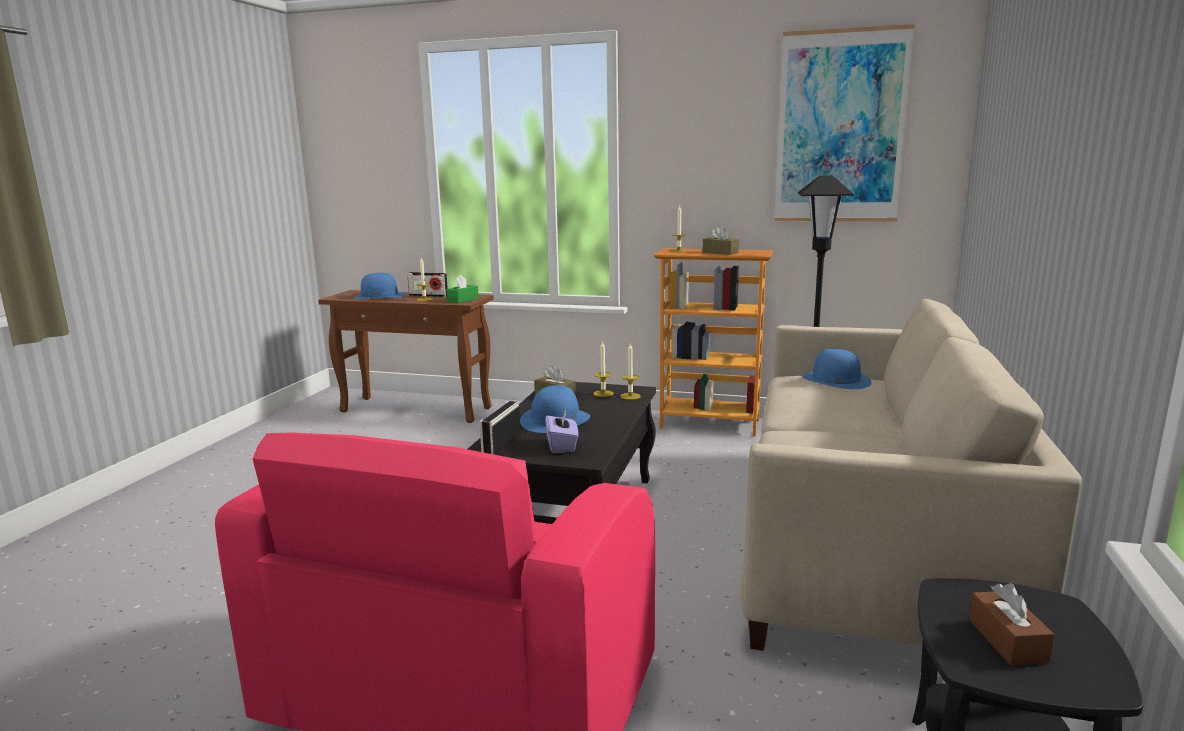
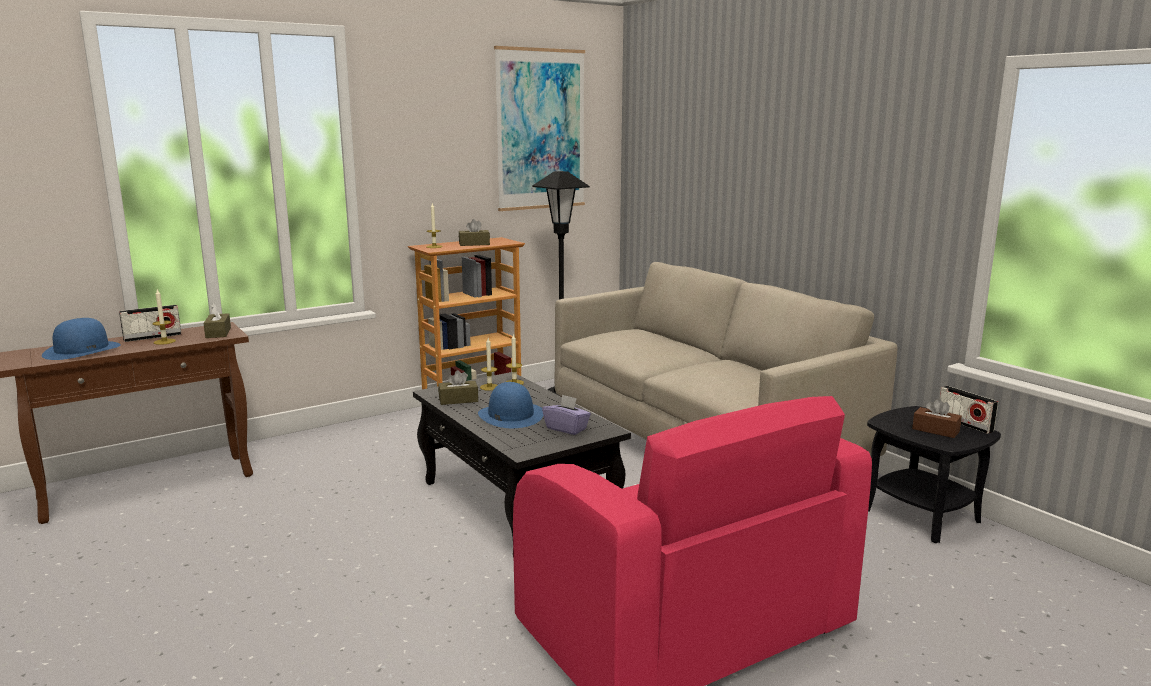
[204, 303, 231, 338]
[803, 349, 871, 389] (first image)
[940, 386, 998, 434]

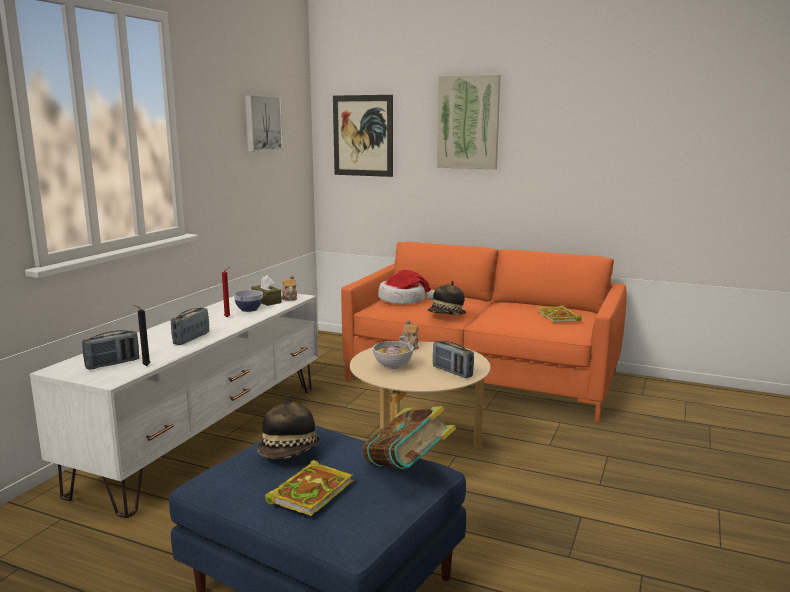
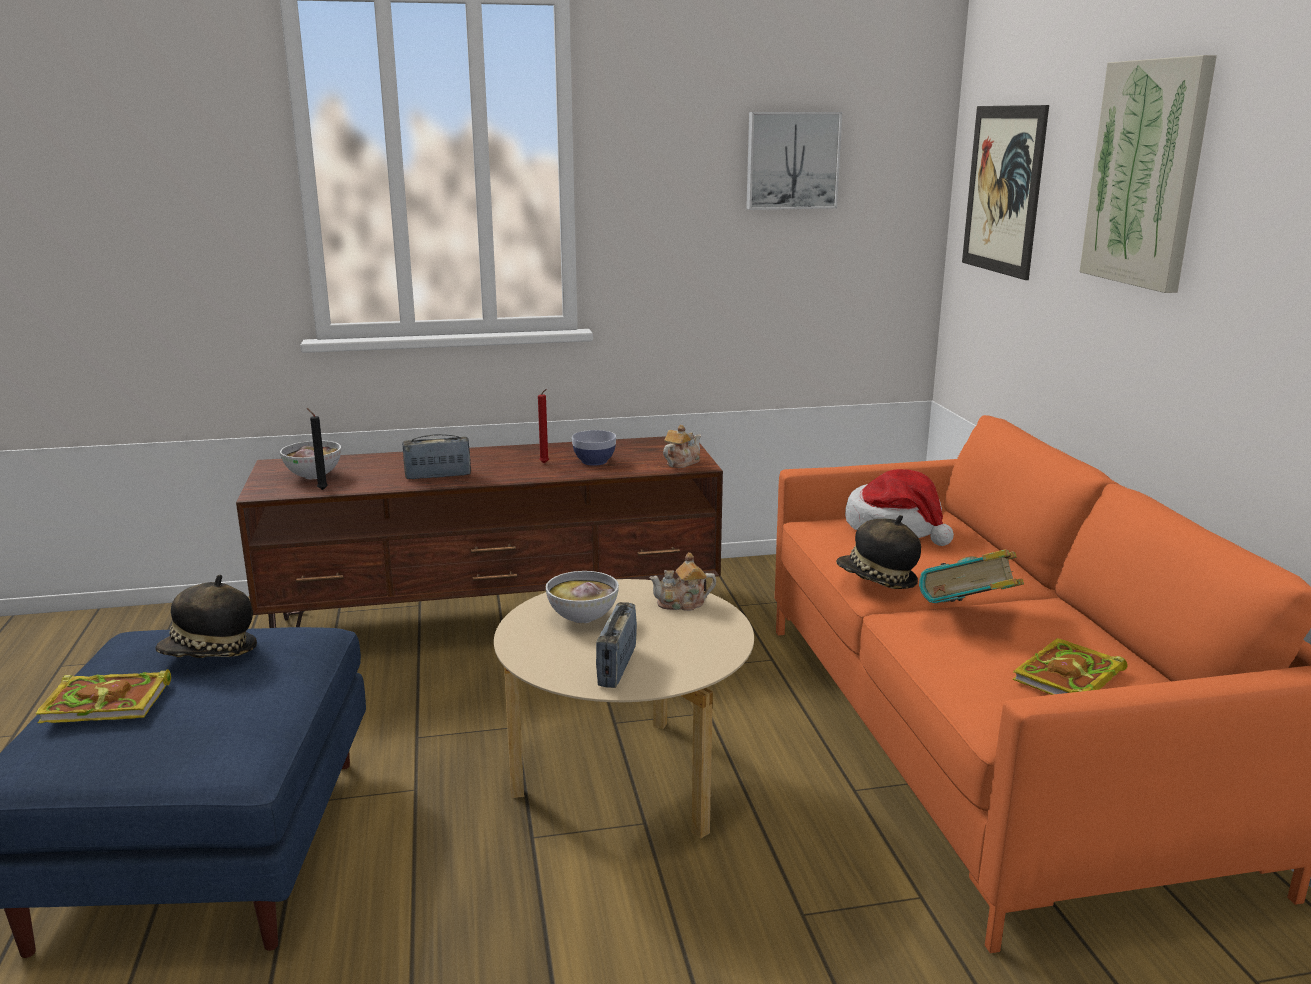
[251, 275, 282, 306] (first image)
[236, 435, 723, 628]
[280, 441, 341, 479]
[919, 549, 1024, 603]

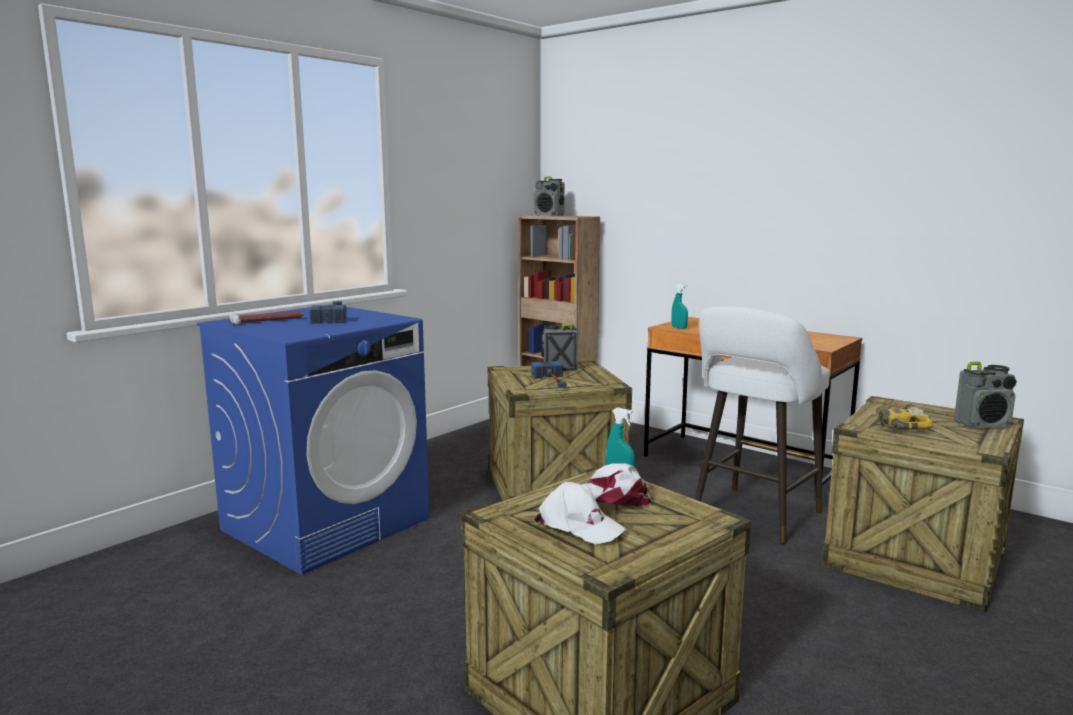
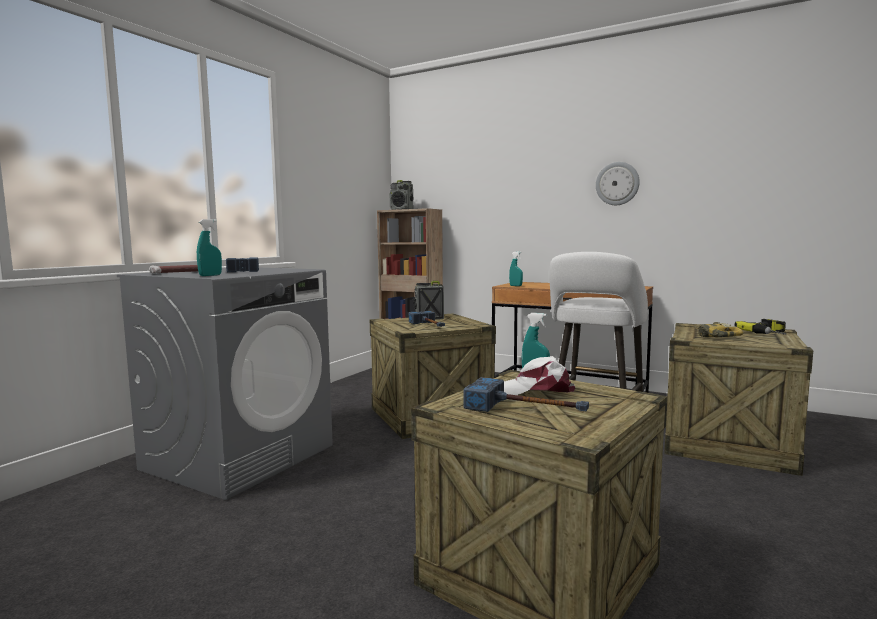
[117, 268, 333, 500]
[735, 319, 787, 335]
[463, 377, 589, 412]
[596, 162, 640, 205]
[197, 219, 222, 276]

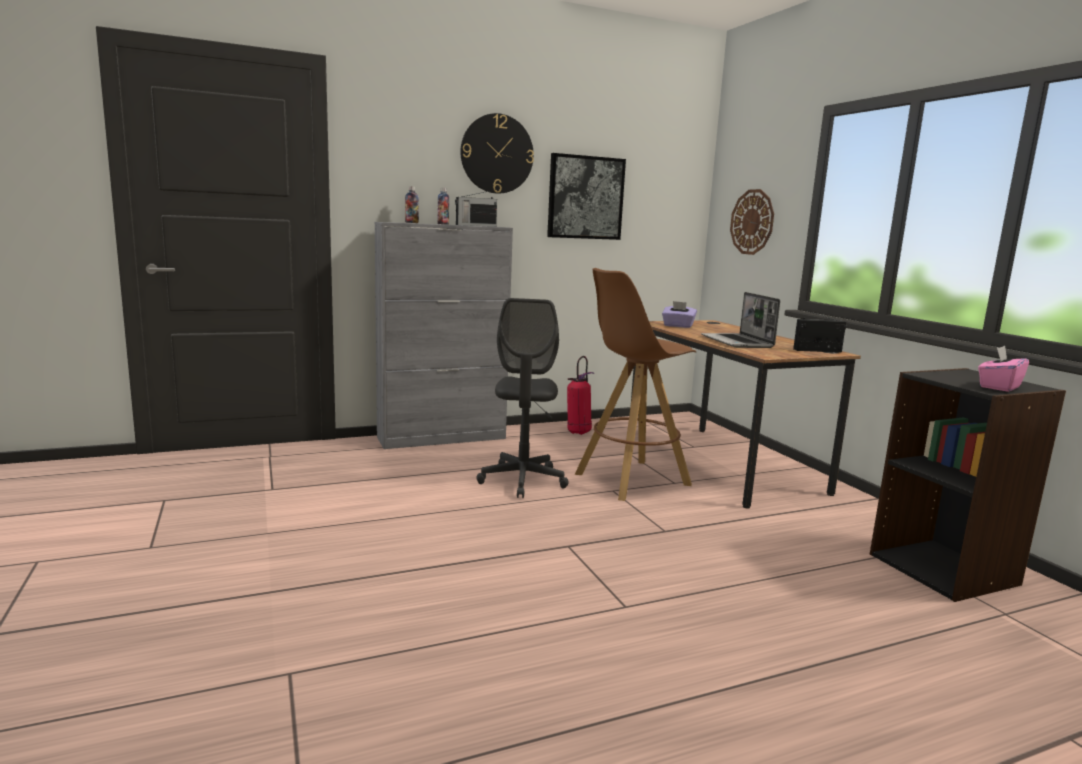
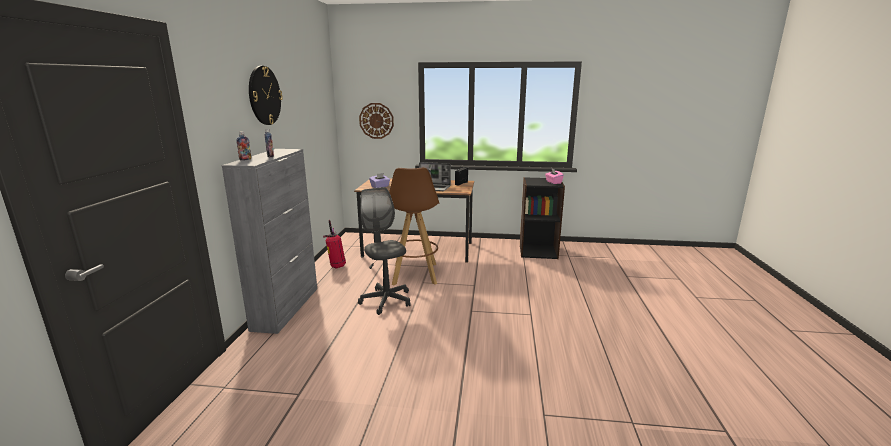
[547, 153, 626, 240] (first image)
[455, 191, 497, 227] (first image)
[358, 187, 411, 315]

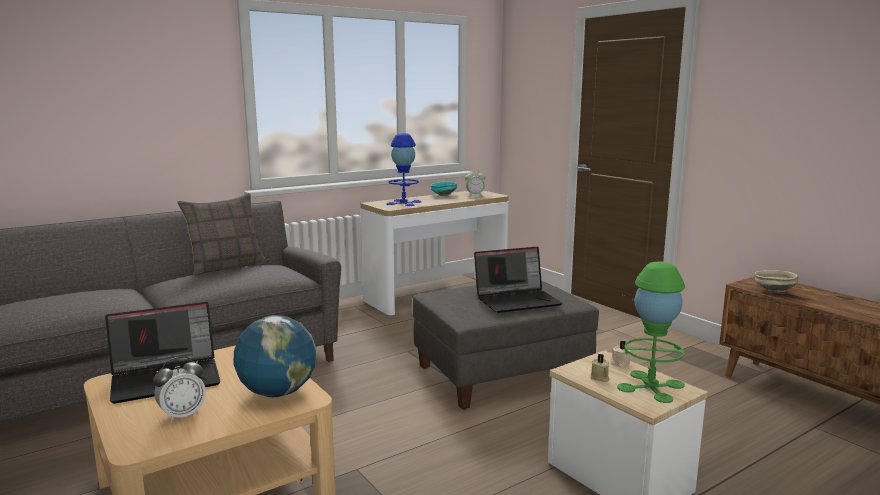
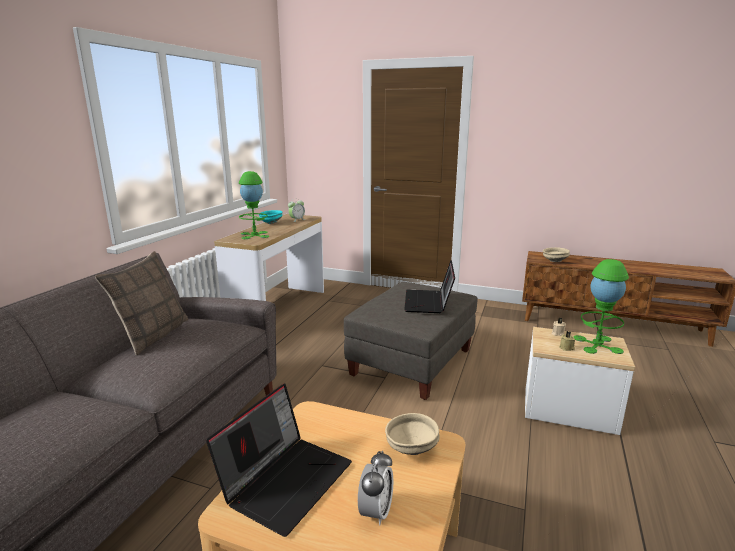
[239, 171, 269, 239]
[404, 260, 455, 313]
[385, 413, 440, 455]

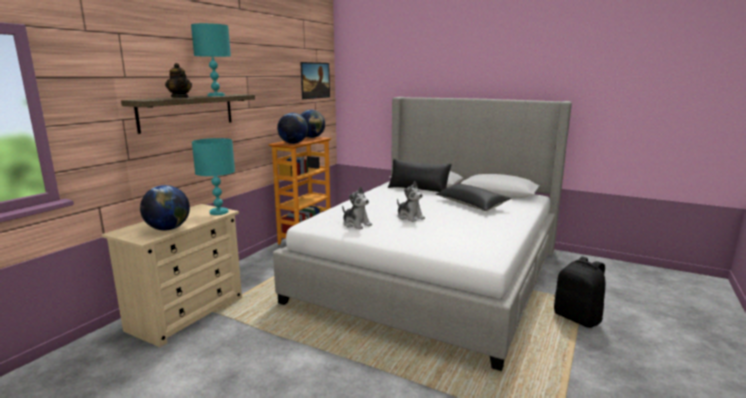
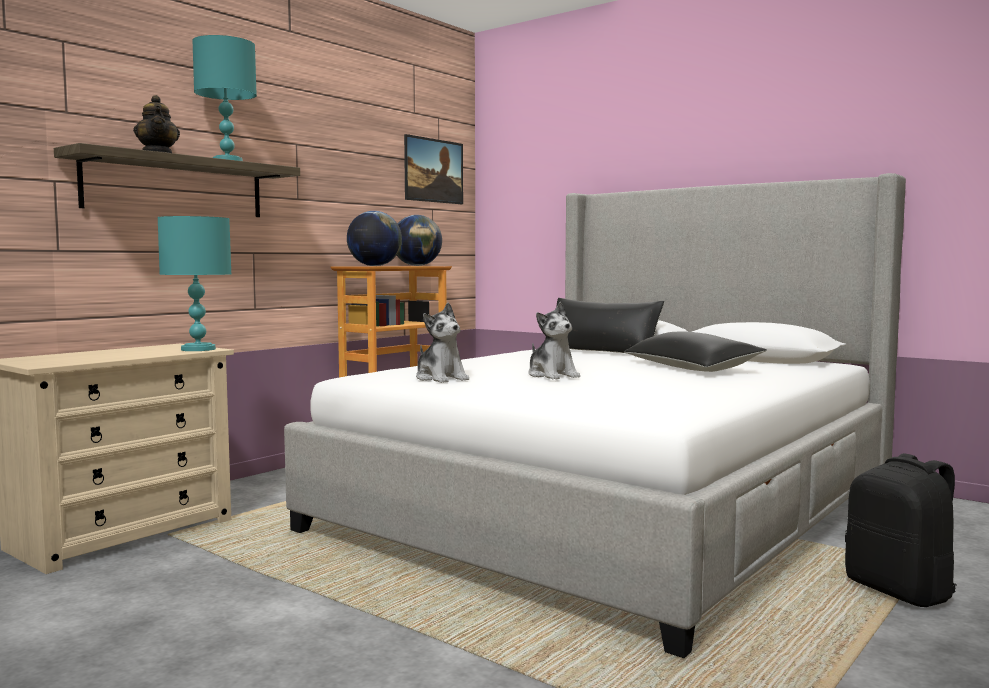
[140, 185, 190, 230] (first image)

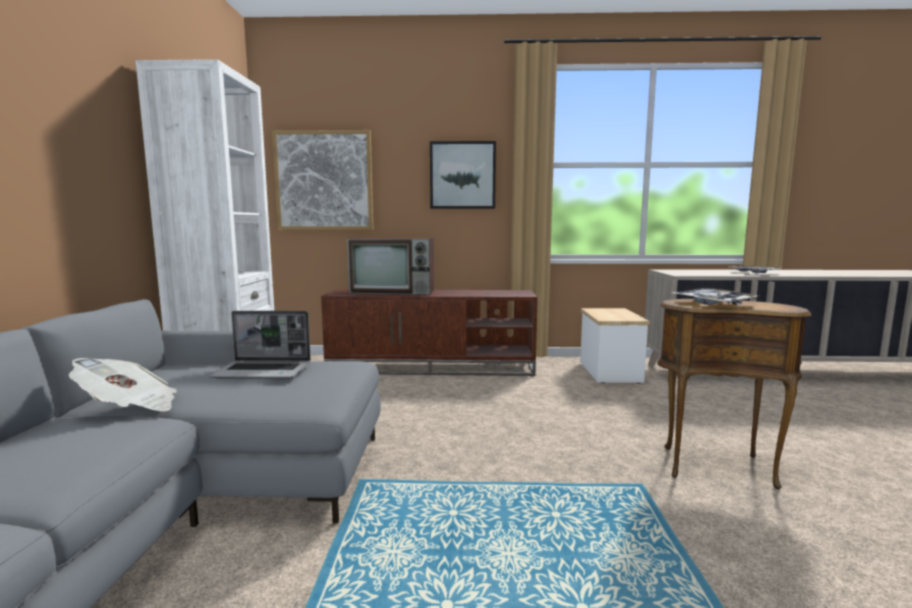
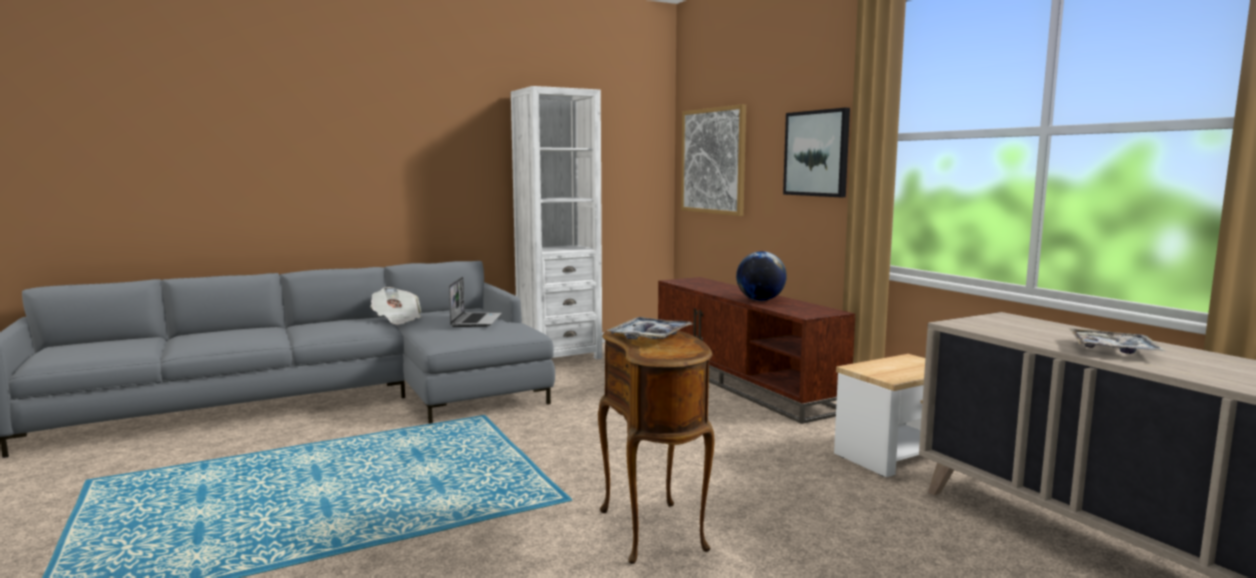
[347, 238, 434, 295] (first image)
[449, 277, 502, 327]
[736, 251, 787, 301]

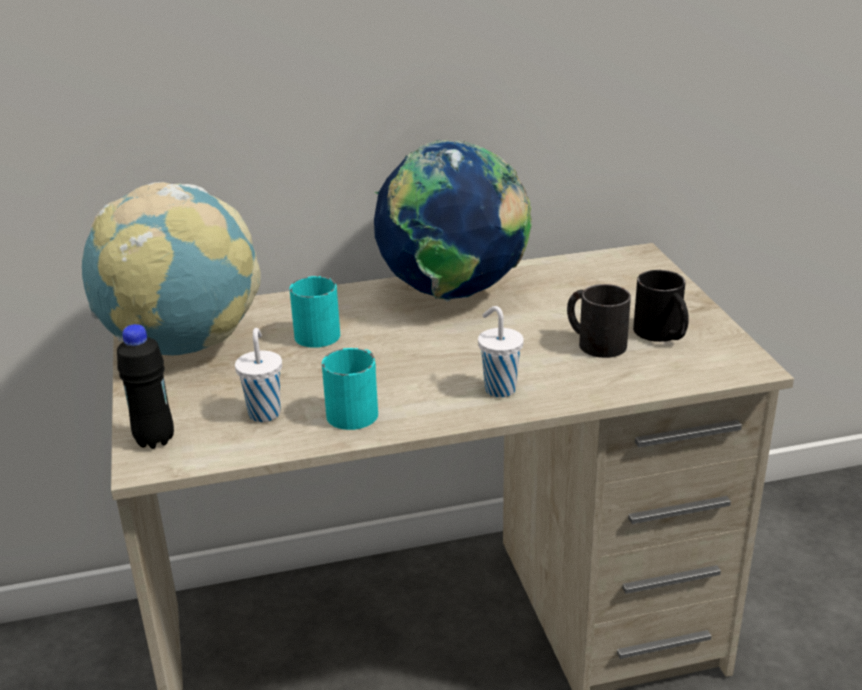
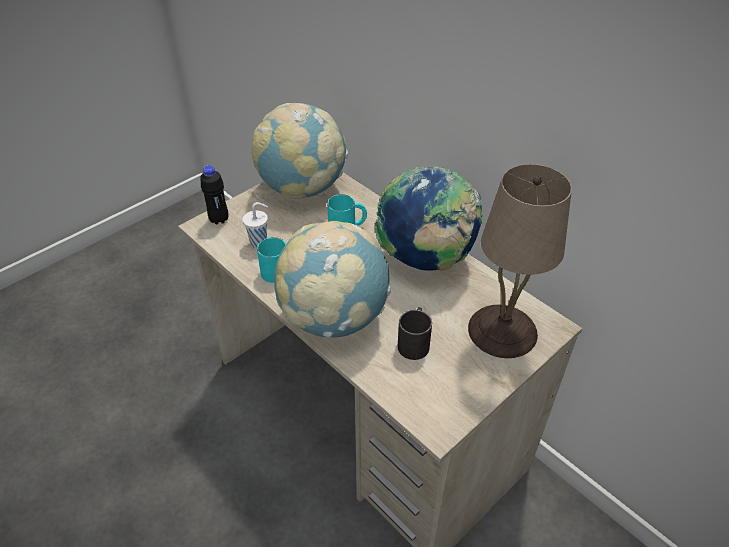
[633, 270, 689, 342] (first image)
[274, 221, 391, 338]
[468, 164, 572, 358]

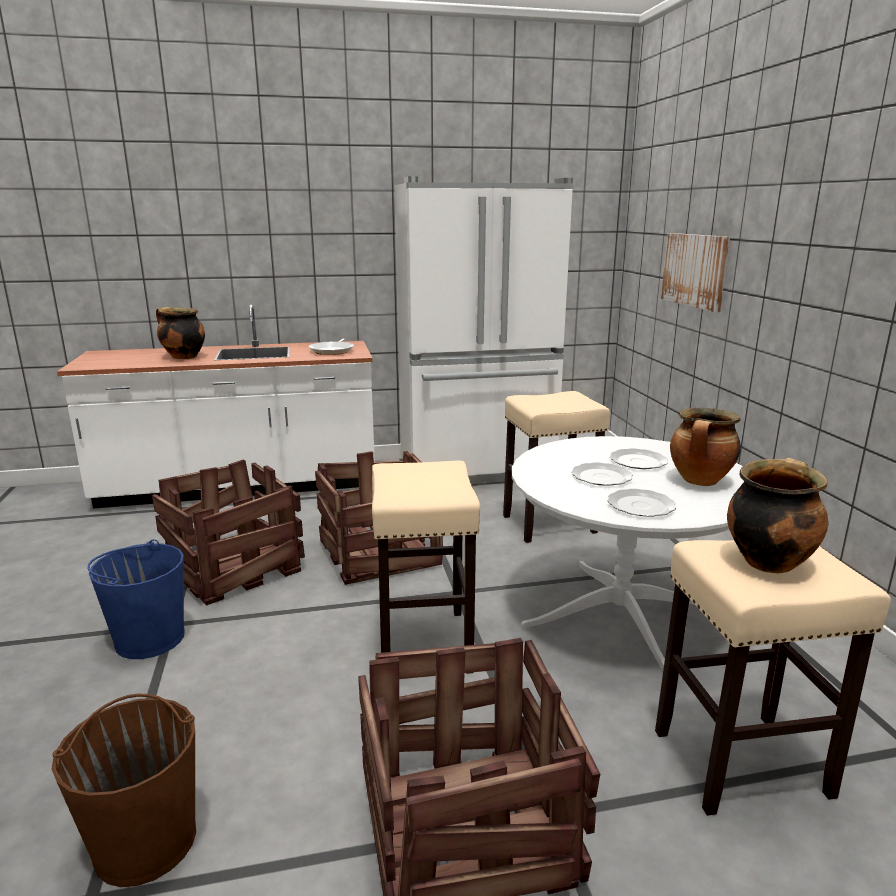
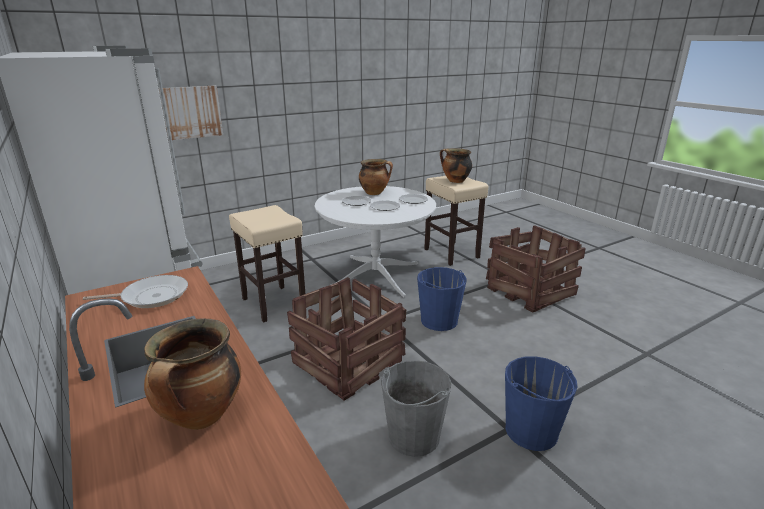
[381, 360, 451, 457]
[417, 267, 467, 331]
[52, 694, 196, 887] (first image)

